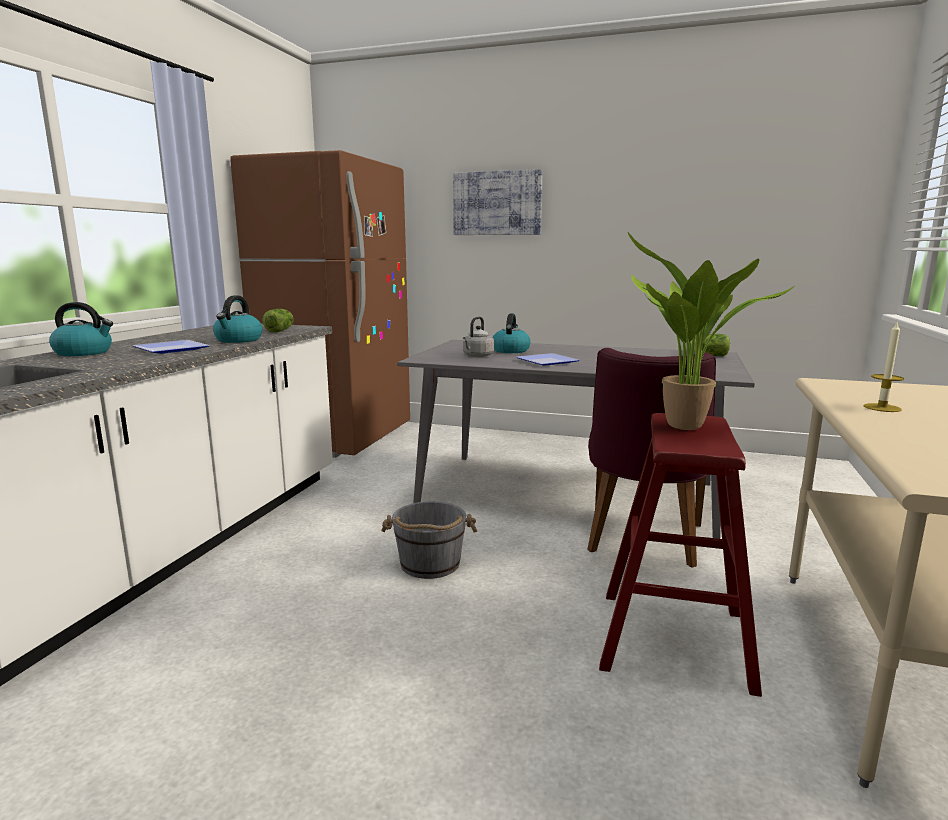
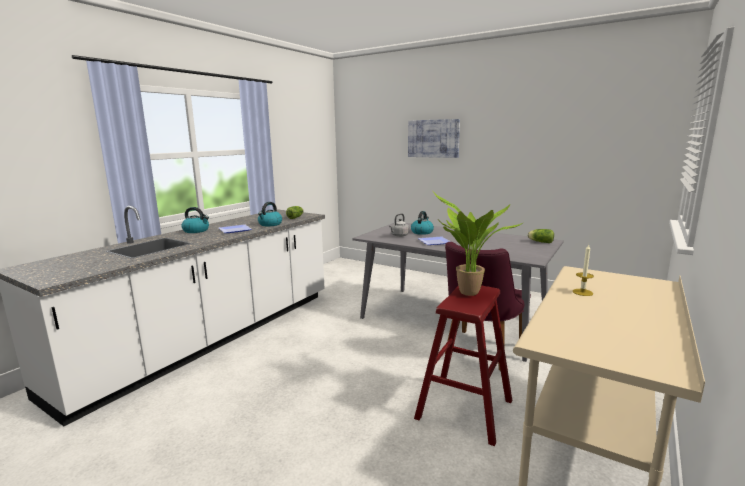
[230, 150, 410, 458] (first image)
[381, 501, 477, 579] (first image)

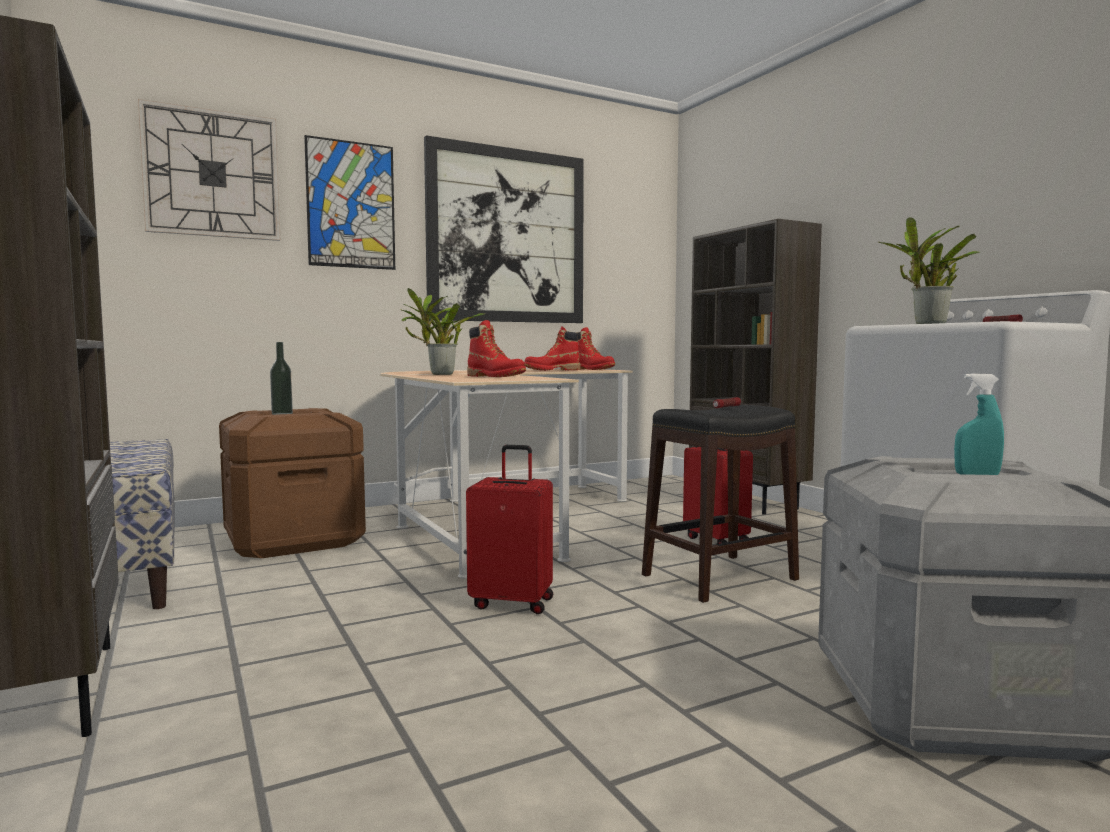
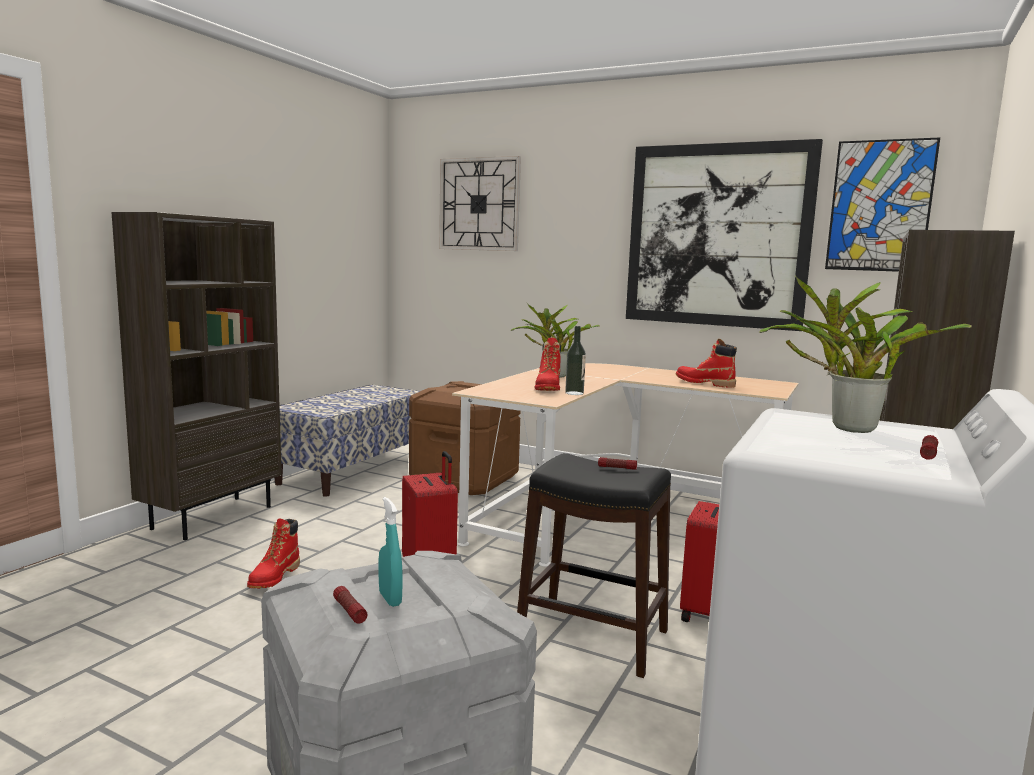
[825, 138, 940, 272]
[247, 518, 300, 588]
[565, 326, 586, 395]
[333, 586, 368, 624]

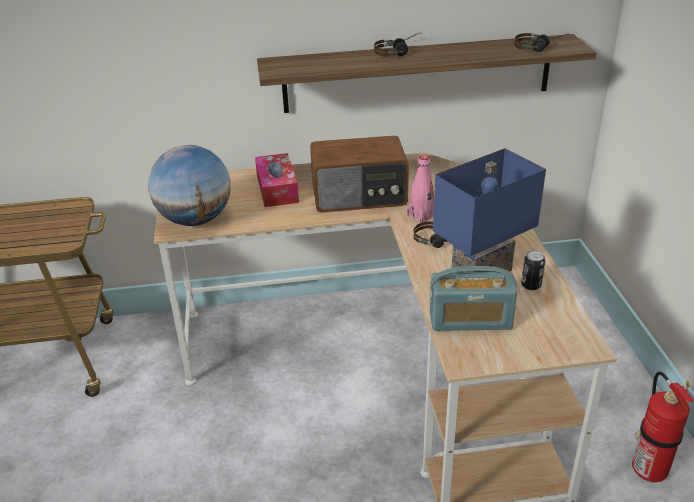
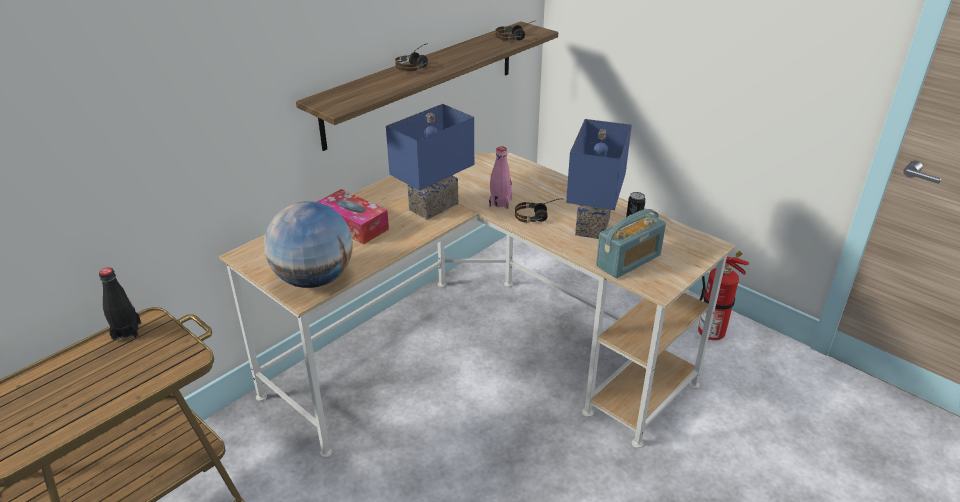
[386, 104, 474, 220]
[99, 267, 141, 341]

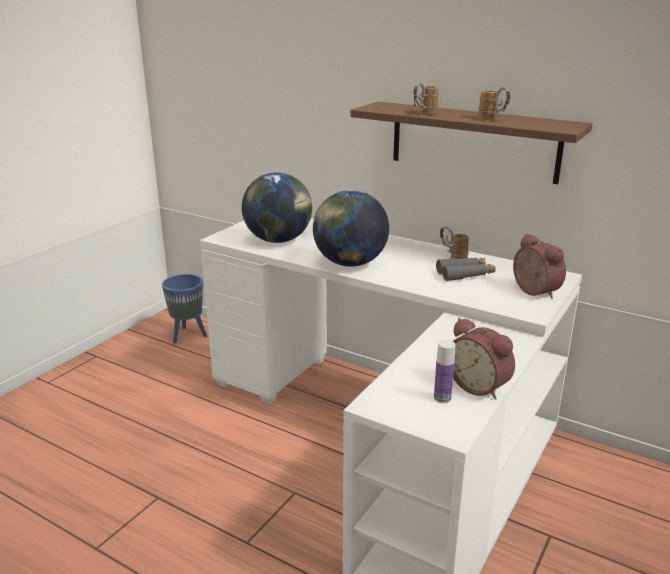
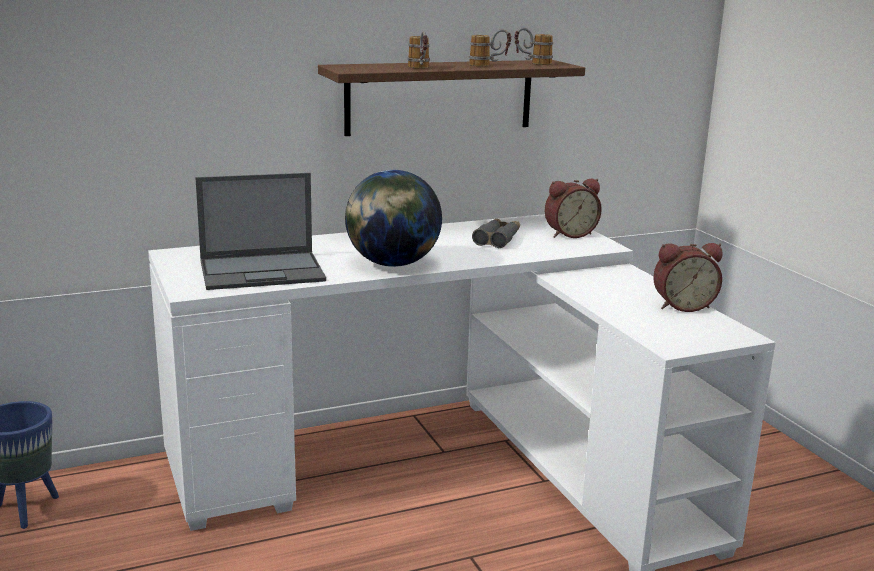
[195, 173, 326, 290]
[514, 27, 553, 65]
[544, 179, 602, 238]
[434, 340, 455, 403] (first image)

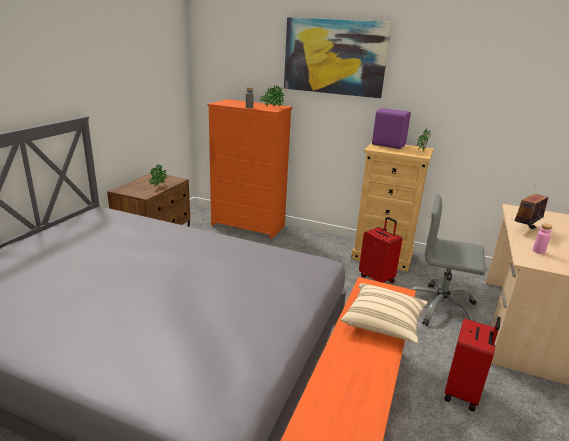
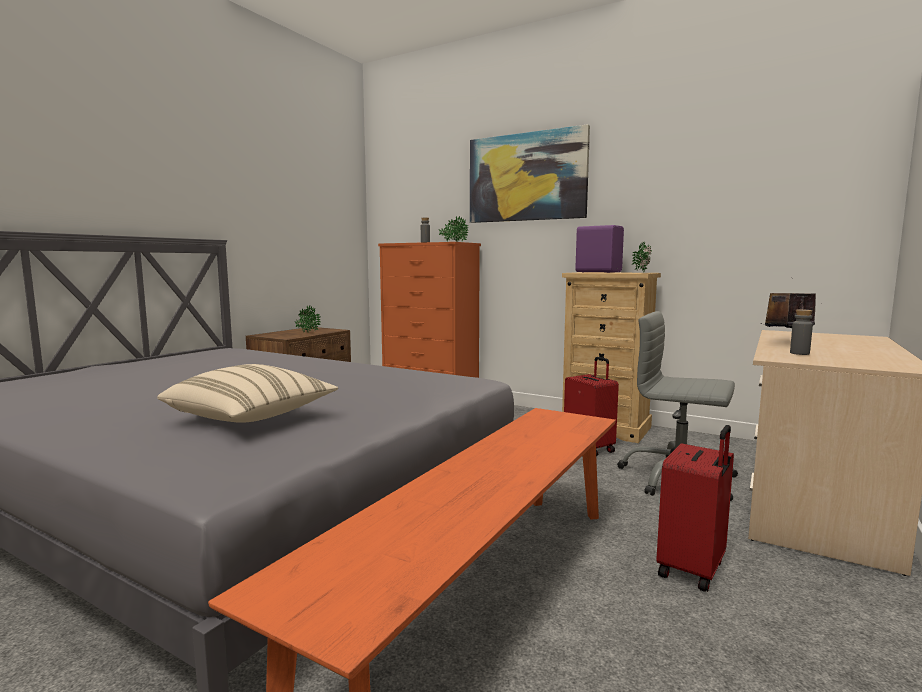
[790, 309, 813, 355]
[157, 364, 338, 423]

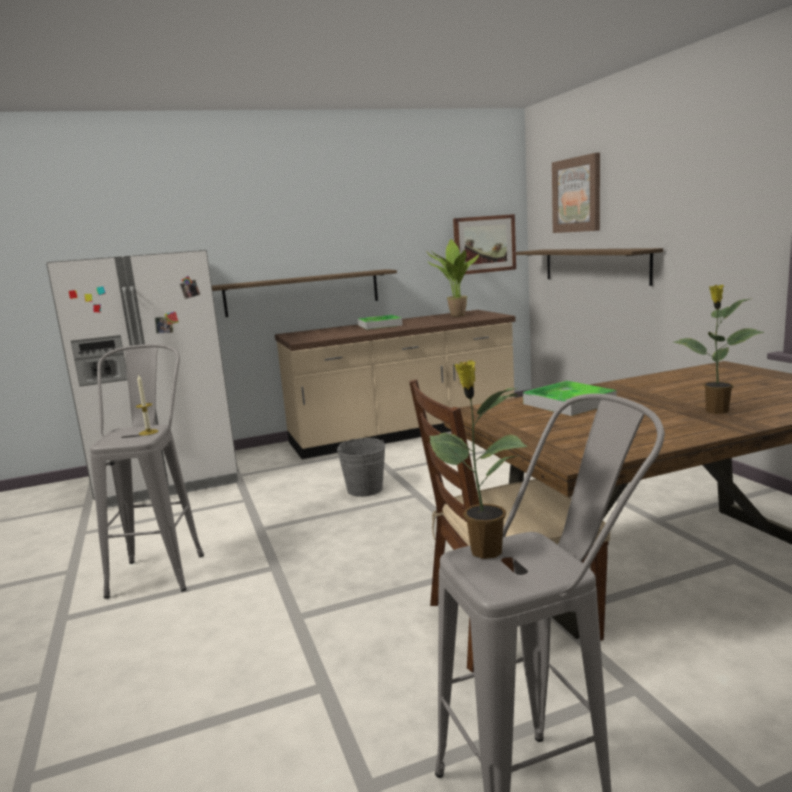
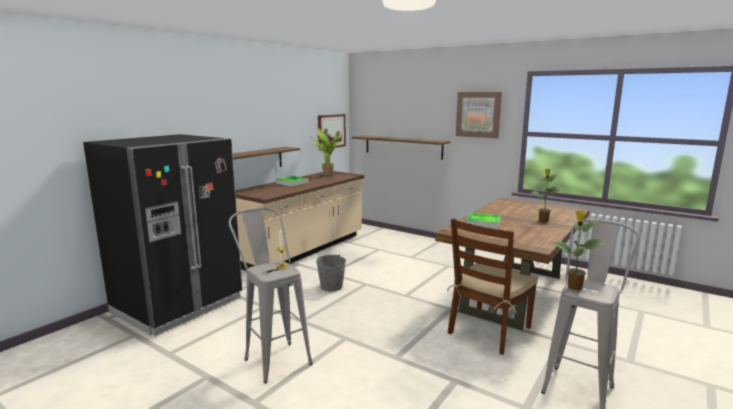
[456, 92, 502, 138]
[83, 134, 242, 336]

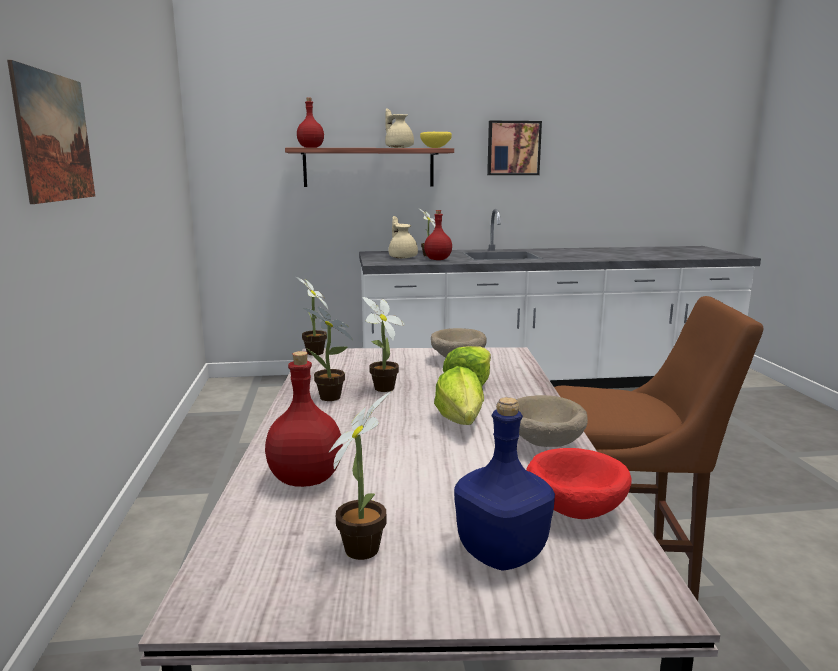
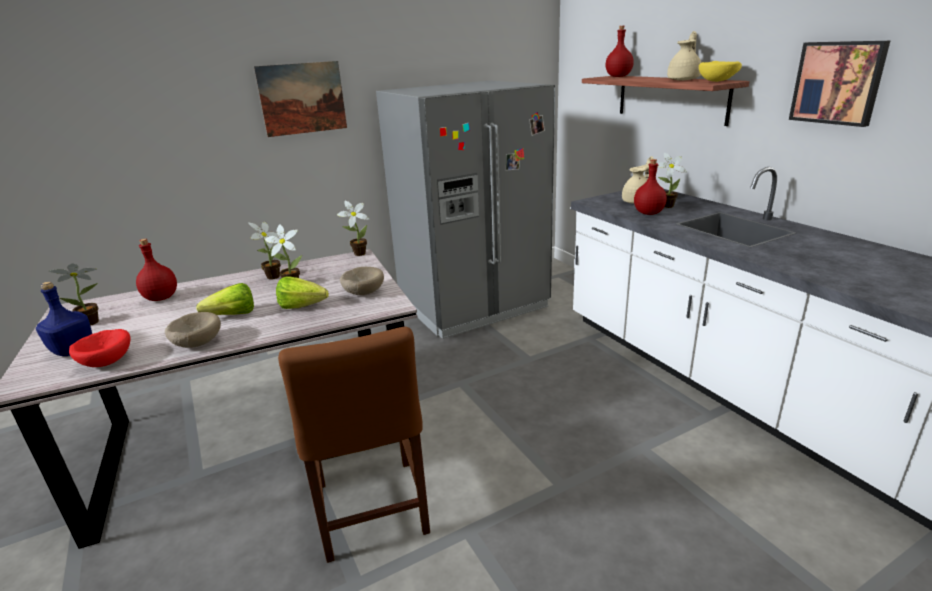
[376, 80, 555, 339]

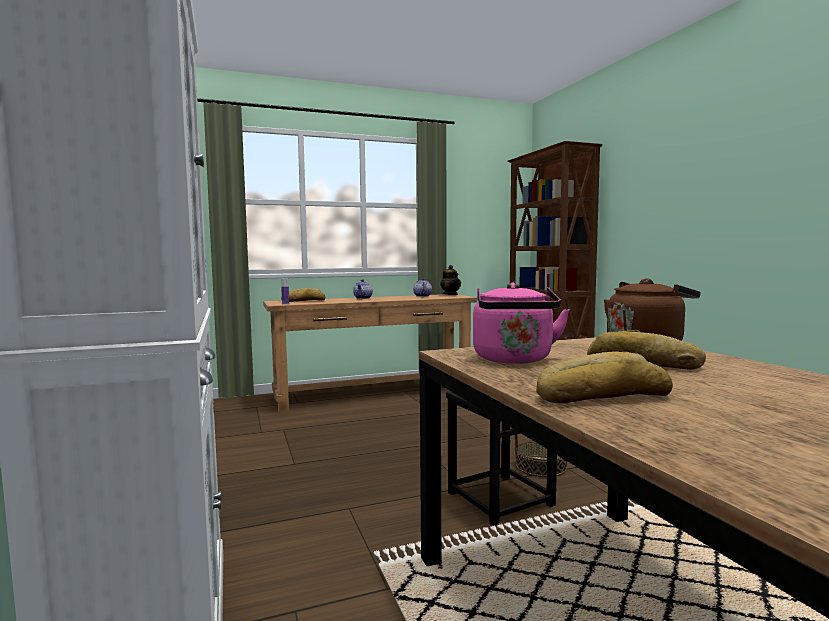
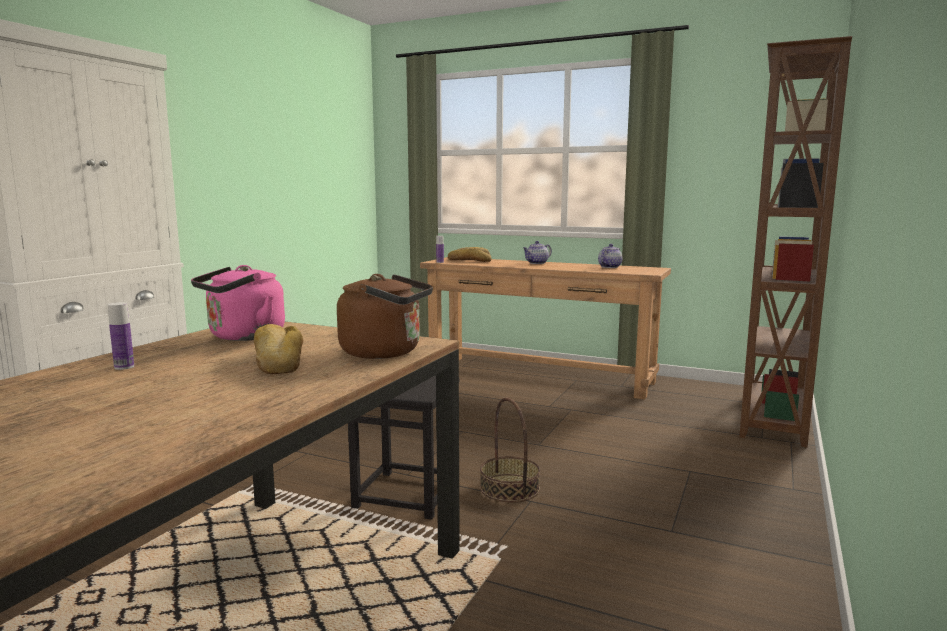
[440, 265, 461, 295] (first image)
[108, 302, 134, 370]

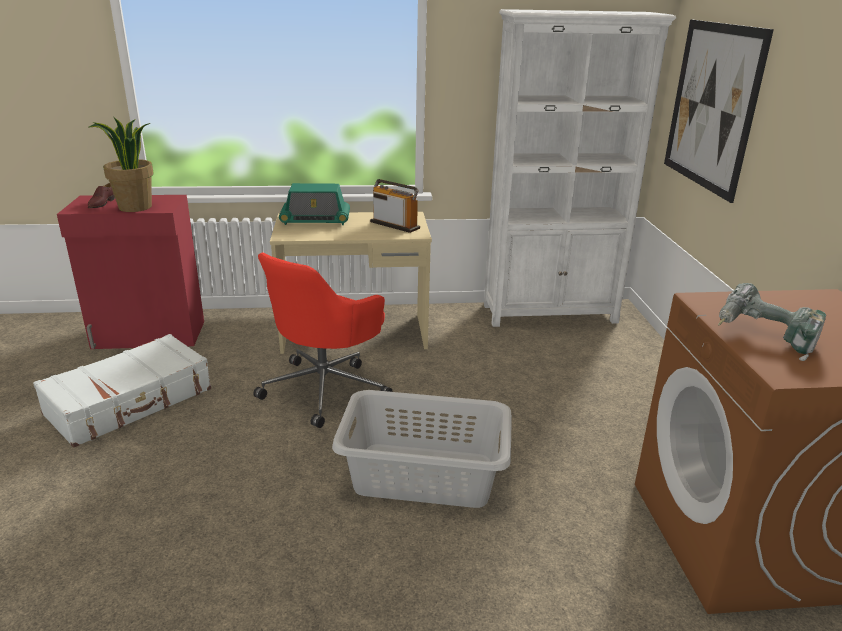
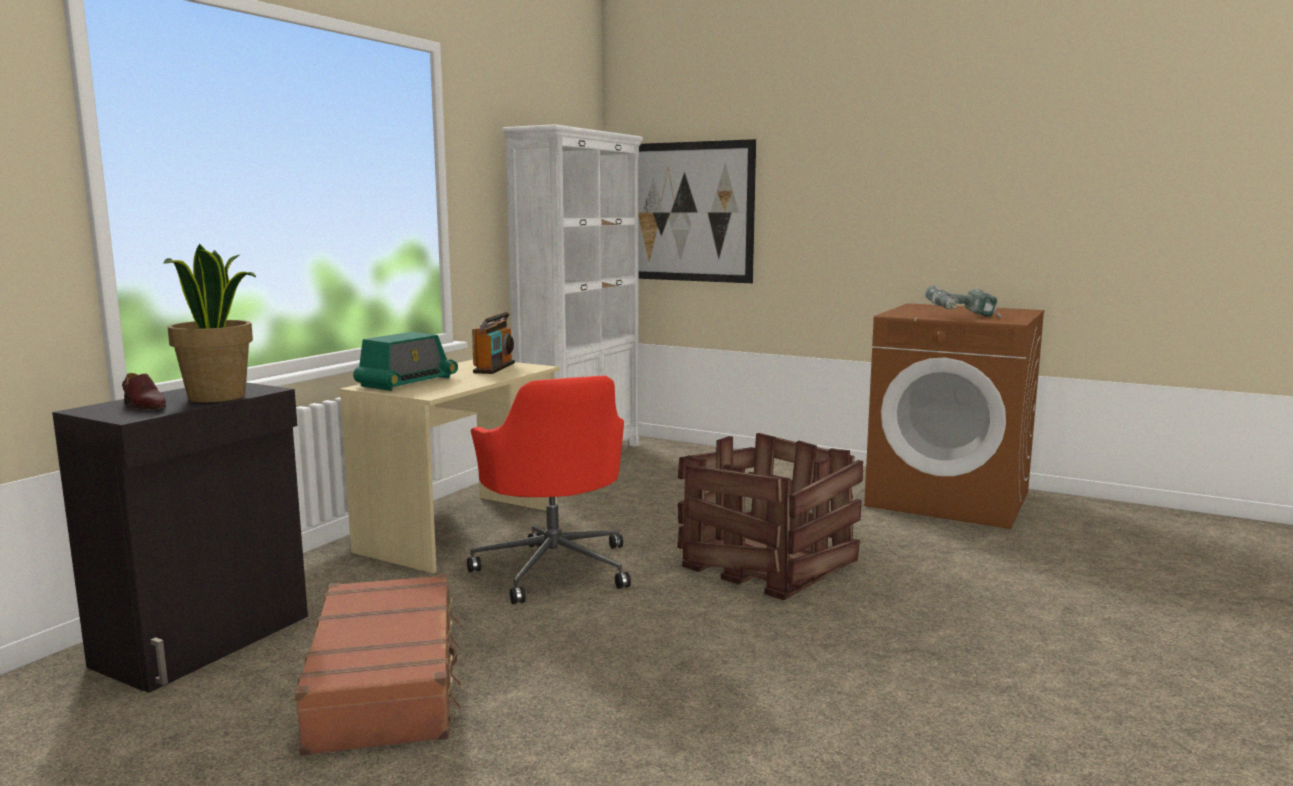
[472, 312, 515, 374]
[52, 382, 308, 693]
[295, 574, 461, 756]
[677, 433, 863, 600]

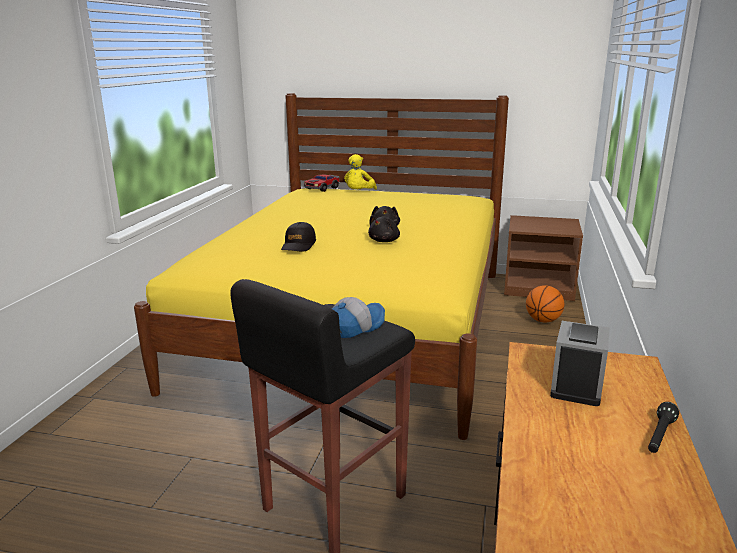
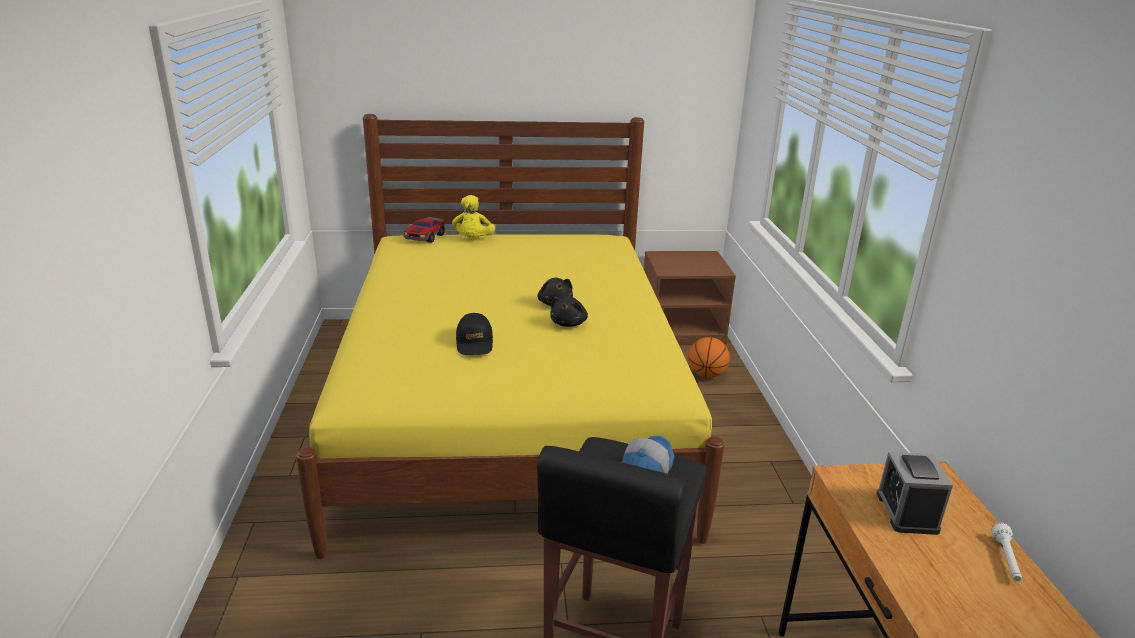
[992, 523, 1022, 581]

